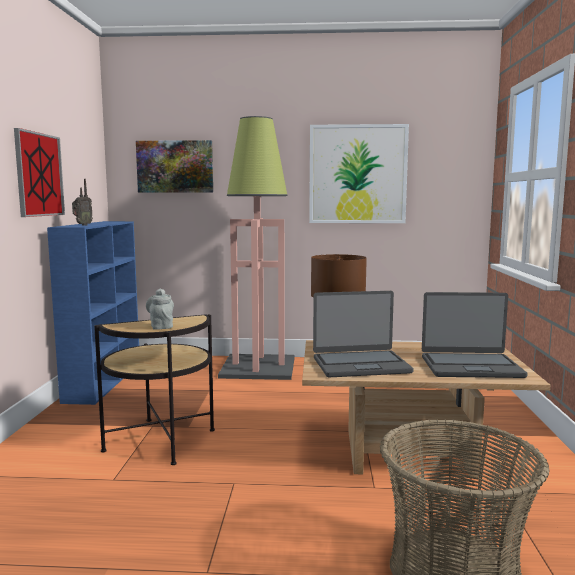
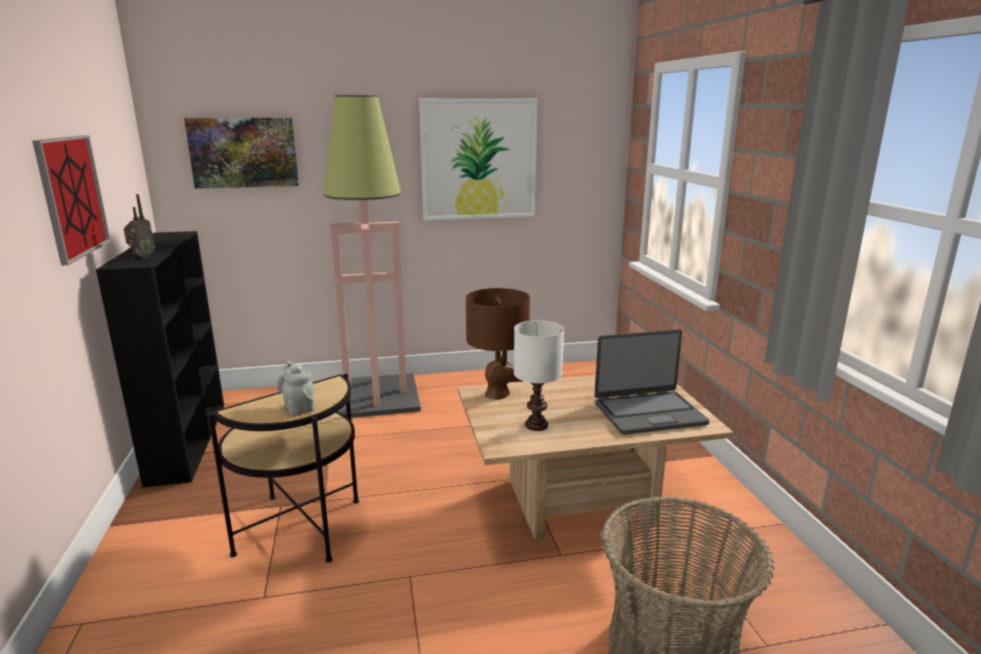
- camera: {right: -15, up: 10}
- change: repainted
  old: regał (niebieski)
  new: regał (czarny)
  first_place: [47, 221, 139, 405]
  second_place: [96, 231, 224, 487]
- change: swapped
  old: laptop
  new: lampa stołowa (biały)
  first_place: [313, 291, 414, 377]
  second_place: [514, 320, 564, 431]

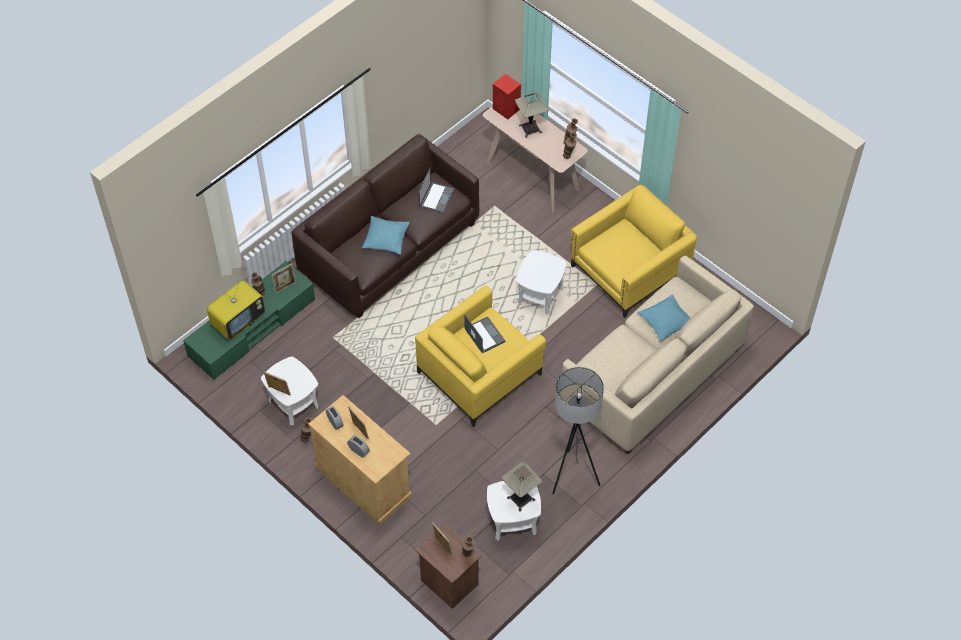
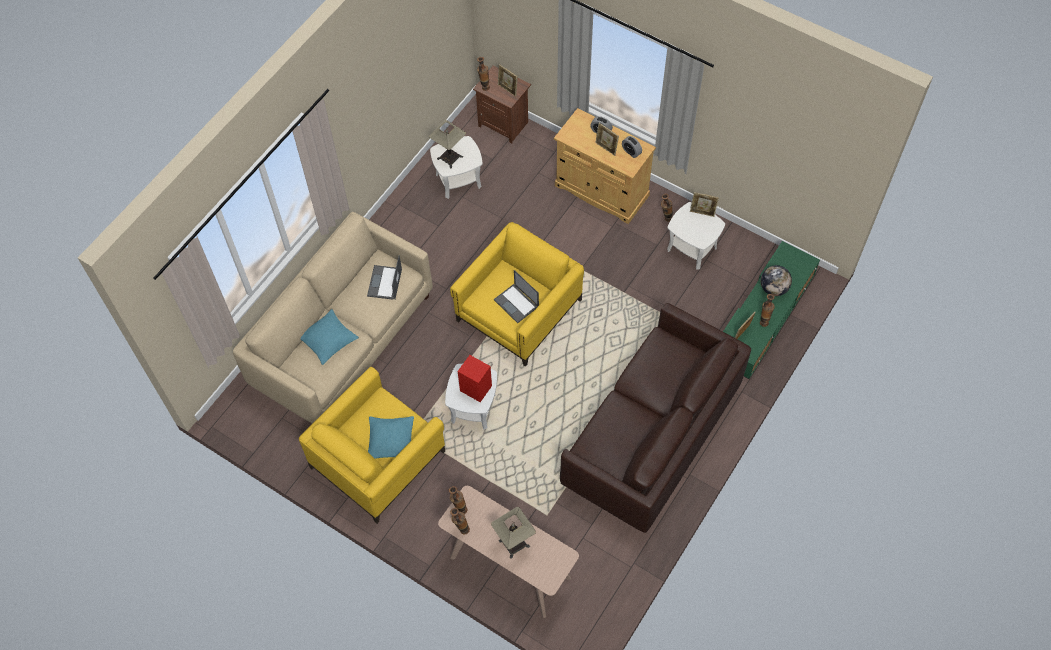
- camera: {right: 170, up: 5}
- change: shifted
  old: laptop
  first_place: [418, 167, 455, 214]
  second_place: [367, 255, 402, 300]
- change: shifted
  old: poduszka (turkusowy)
  first_place: [362, 216, 410, 255]
  second_place: [368, 416, 414, 459]
- change: shifted
  old: głośnik (czerwony)
  first_place: [493, 74, 521, 119]
  second_place: [458, 355, 492, 402]
- change: swapped
  old: telewizor
  new: globus
  first_place: [207, 280, 265, 339]
  second_place: [761, 265, 792, 296]
- change: gone
  old: lampa stojąca (szary)
  first_place: [552, 367, 604, 494]

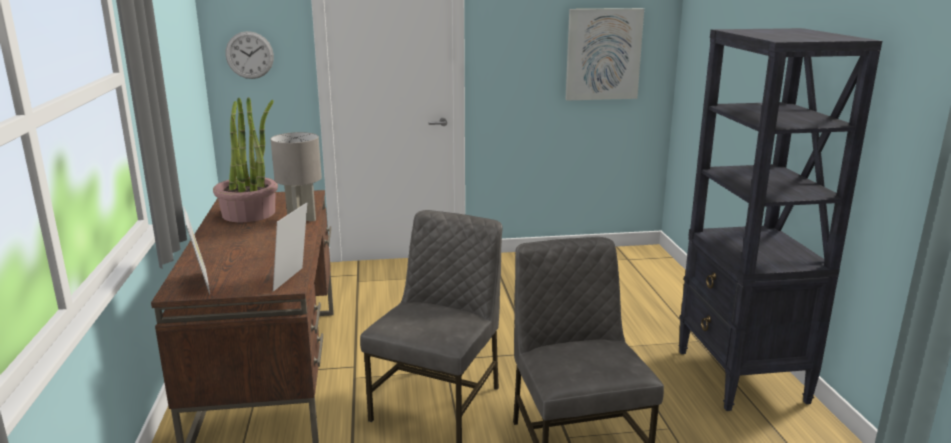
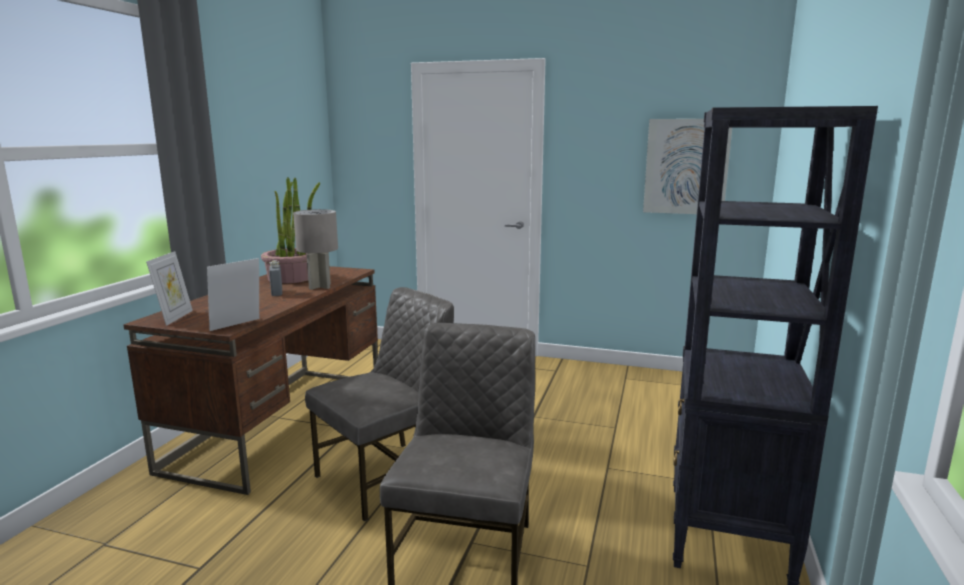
- camera: {right: 25, up: -5}
- change: new
  new: butelka (szary)
  second_place: [269, 260, 282, 296]
- change: gone
  old: zegar ścienny
  first_place: [226, 31, 274, 79]

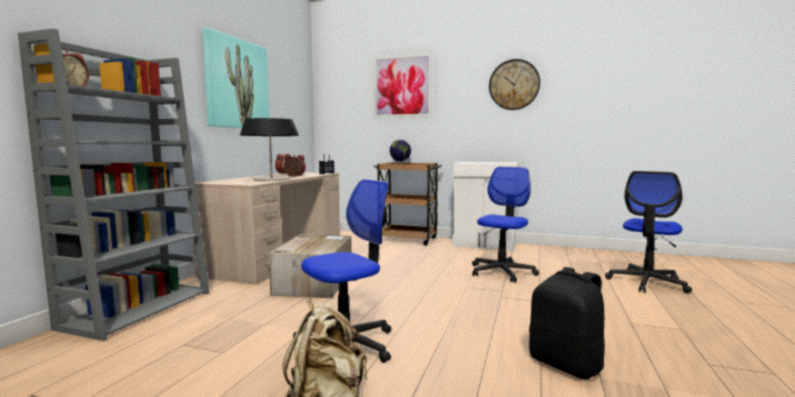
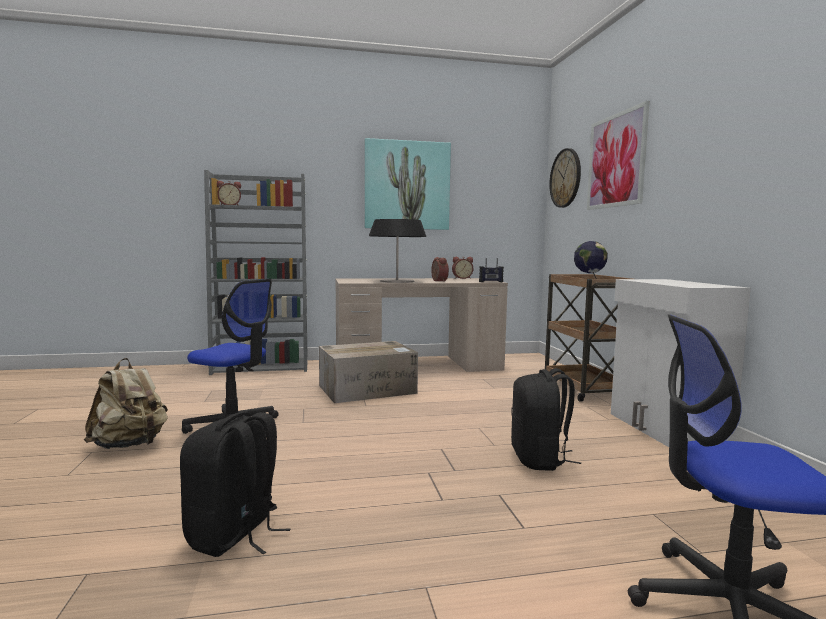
- camera: {right: 60, up: 0}
- change: swapped
  old: krzesło biurowe
  new: plecak (czarny)
  first_place: [472, 167, 539, 283]
  second_place: [511, 368, 581, 471]
- change: shifted
  old: zegar ścienny
  first_place: [489, 59, 540, 110]
  second_place: [549, 148, 581, 208]

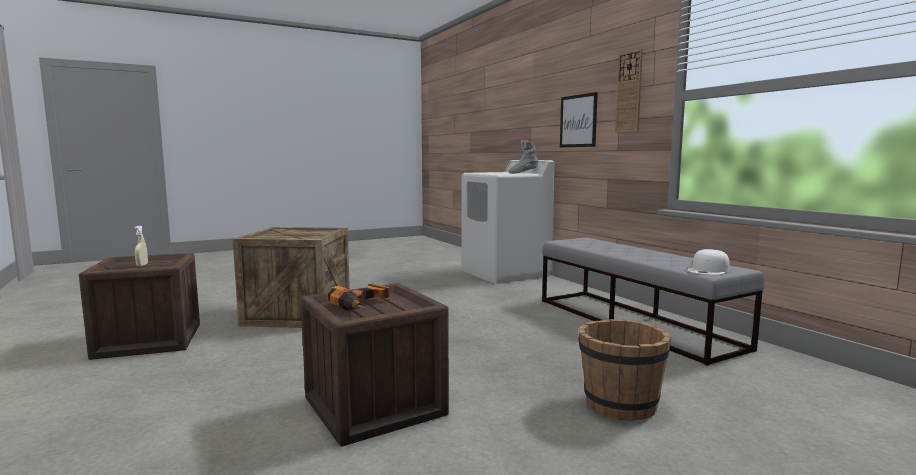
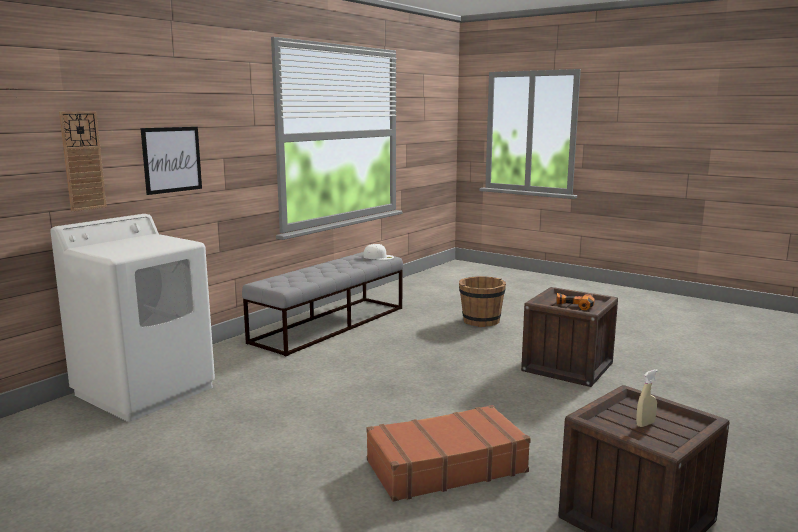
- camera: {right: -115, up: 5}
- change: shifted
  old: zegar ścienny
  first_place: [615, 49, 643, 133]
  second_place: [59, 111, 107, 211]
- change: swapped
  old: skrzynka
  new: walizka (brązowy)
  first_place: [233, 227, 350, 328]
  second_place: [367, 405, 531, 502]
- change: gone
  old: but z cholewką (szary)
  first_place: [509, 140, 538, 174]

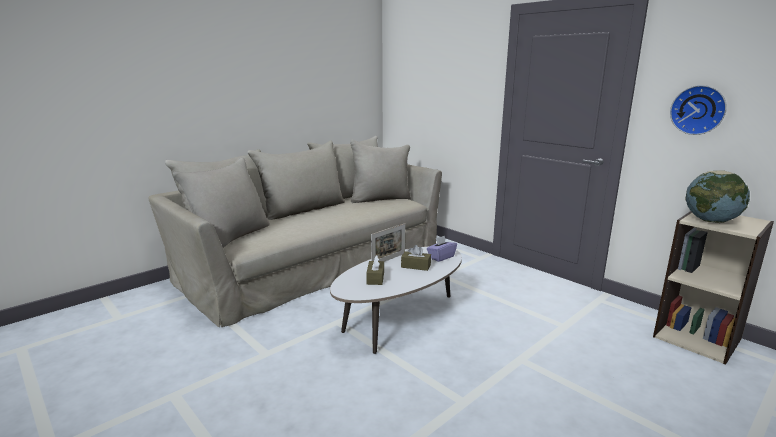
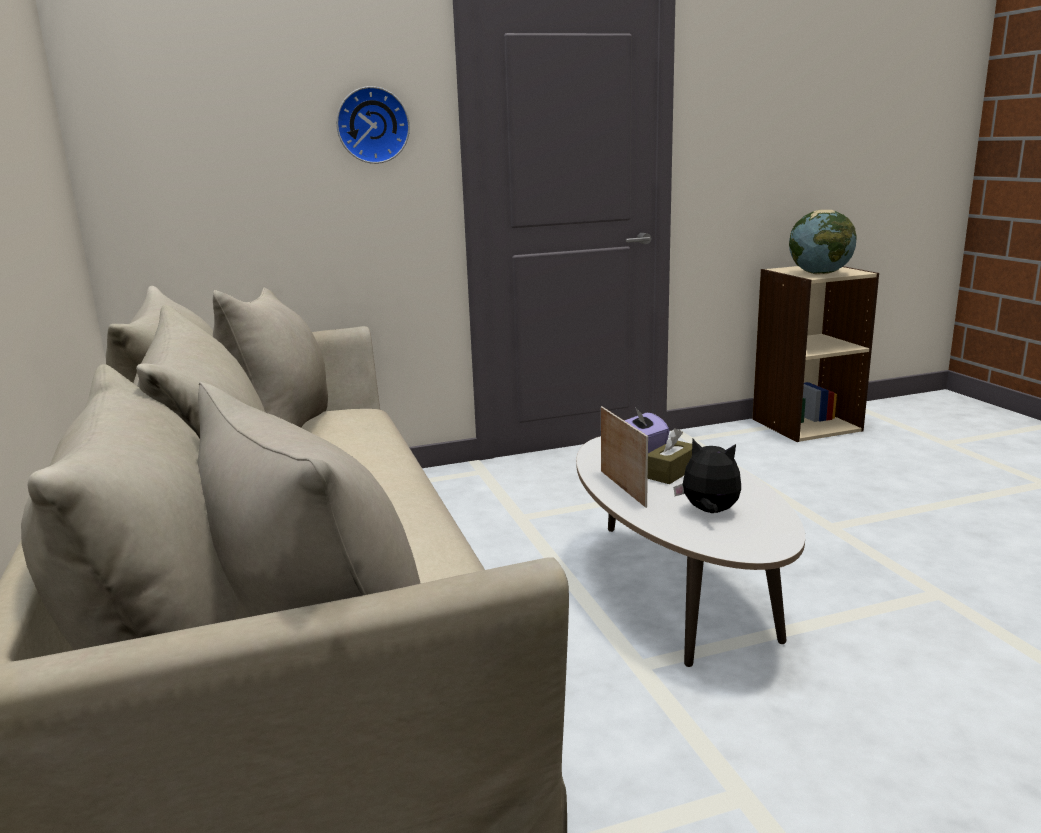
- camera: {right: -65, up: 0}
- change: shifted
  old: zegar ścienny
  first_place: [670, 85, 727, 135]
  second_place: [336, 86, 410, 164]
- change: swapped
  old: pudełko chusteczek (brązowy)
  new: pluszak
  first_place: [366, 255, 384, 285]
  second_place: [674, 439, 741, 513]

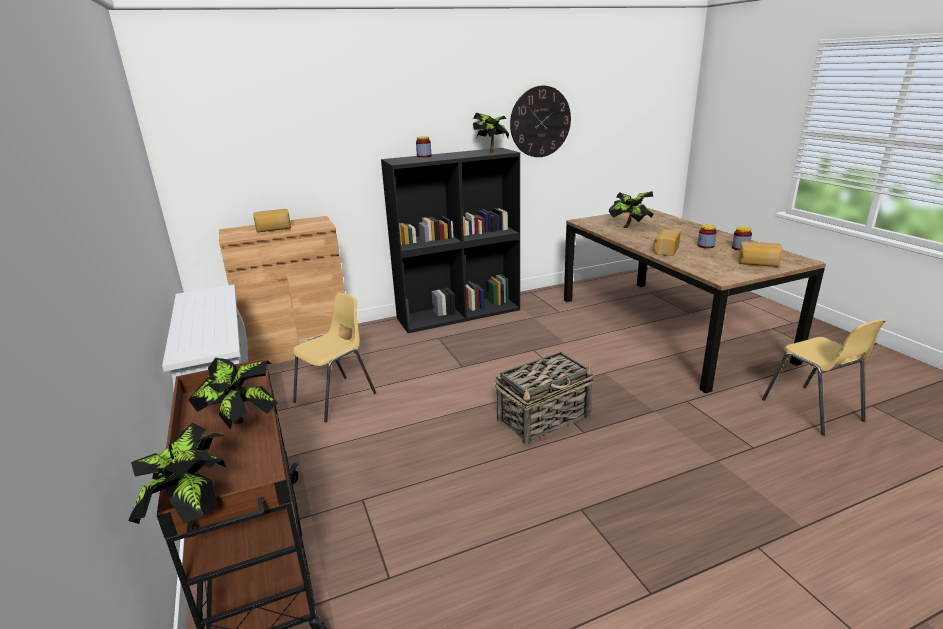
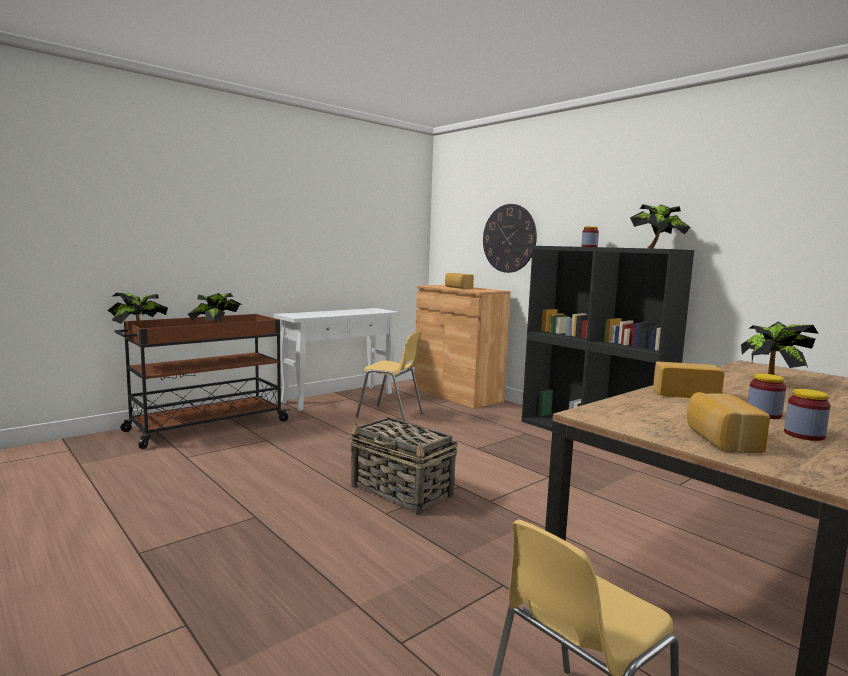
- camera: {right: 70, up: -15}
- change: shifted
  old: zegar ścienny
  first_place: [510, 85, 571, 157]
  second_place: [483, 204, 537, 273]

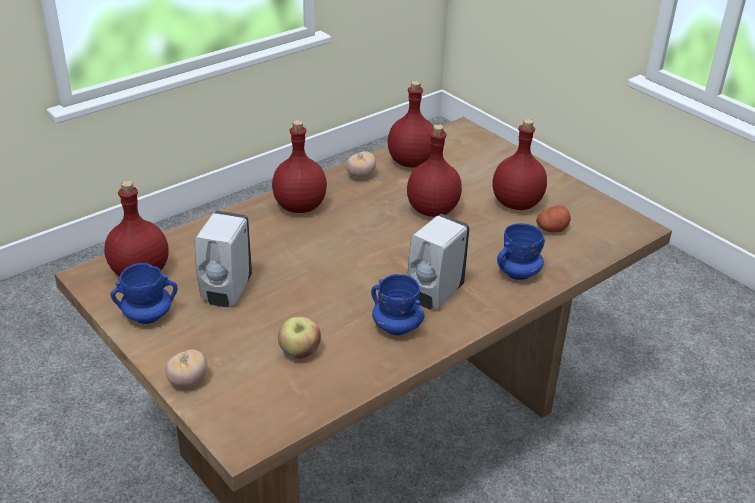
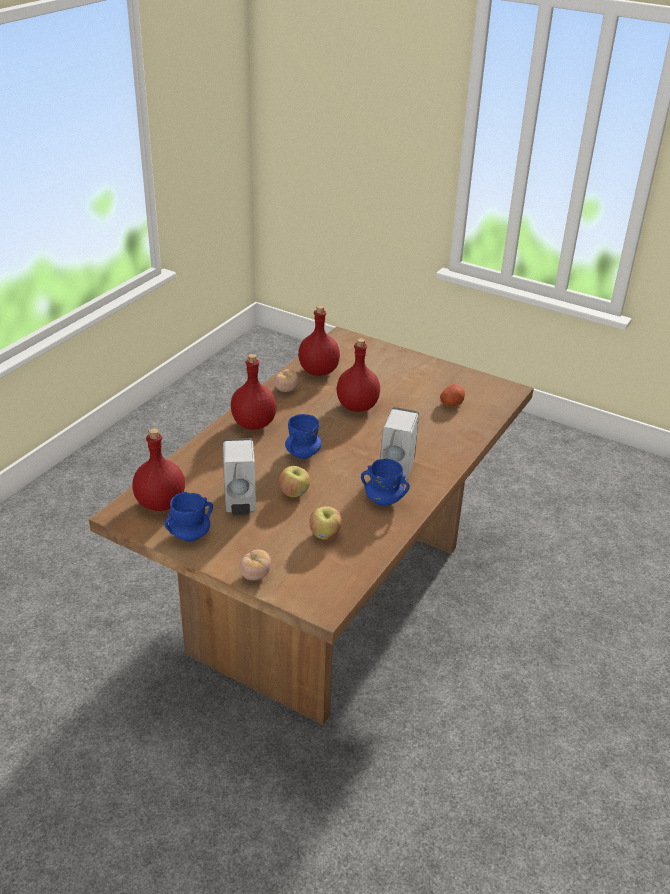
- camera: {right: -20, up: 0}
- change: new
  new: jabłko
  second_place: [279, 466, 310, 497]
- change: shifted
  old: kubek (niebieski)
  first_place: [497, 223, 545, 280]
  second_place: [285, 414, 322, 459]
- change: gone
  old: butelka (czerwony)
  first_place: [493, 119, 547, 210]

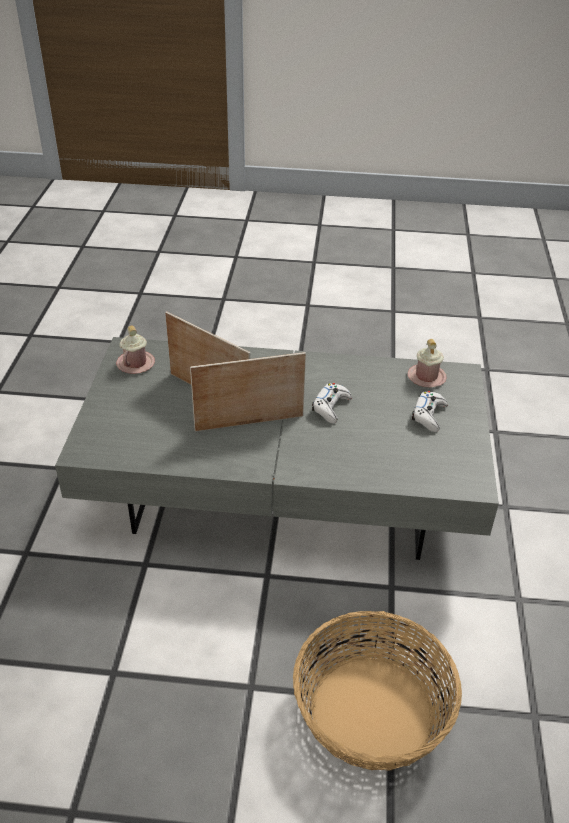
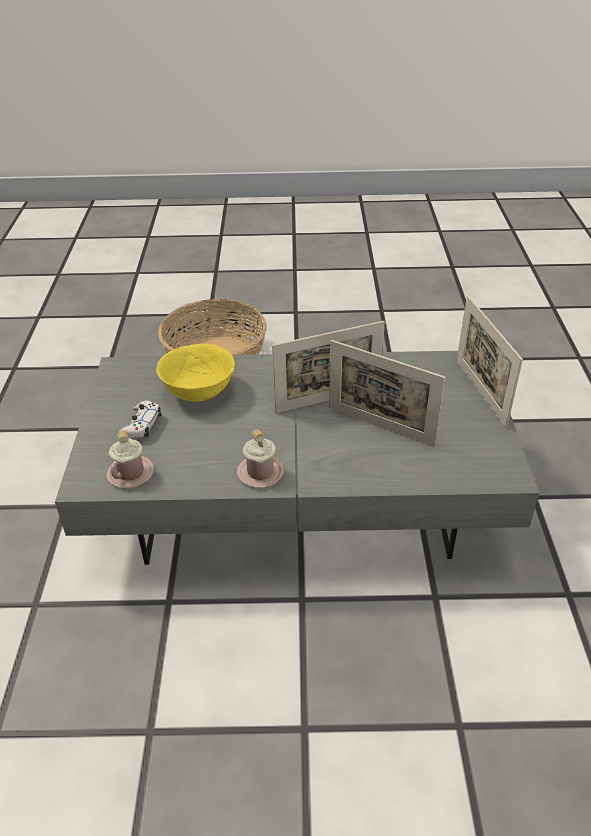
- camera: {right: 175, up: 0}
- change: new
  new: miska (żółty)
  second_place: [156, 343, 235, 402]
- change: shifted
  old: kubek (różowy)
  first_place: [116, 325, 155, 374]
  second_place: [237, 429, 284, 487]
- change: new
  new: ramka na zdjęcie
  second_place: [457, 296, 523, 428]
- change: gone
  old: pad do gier (biały)
  first_place: [312, 383, 352, 424]

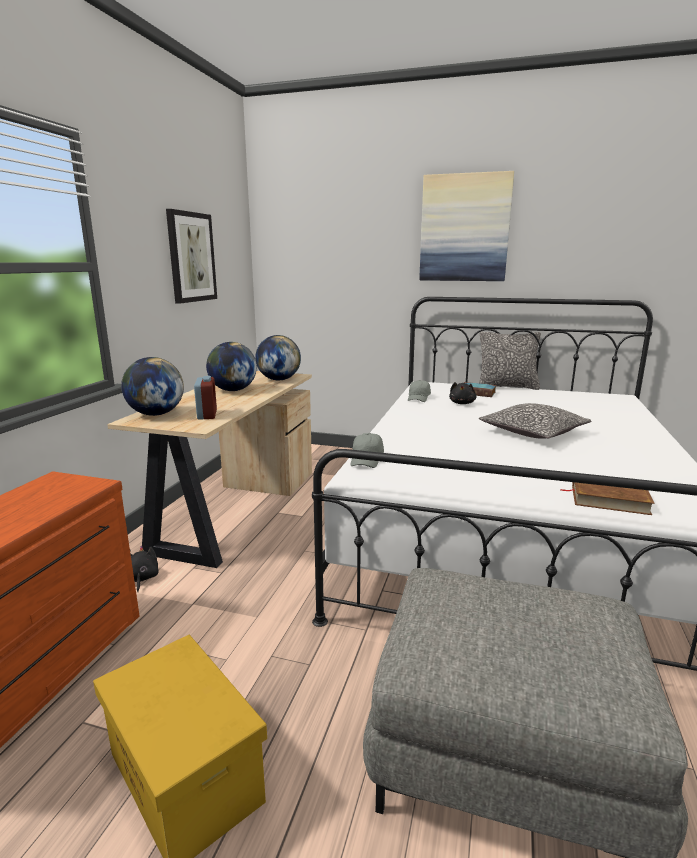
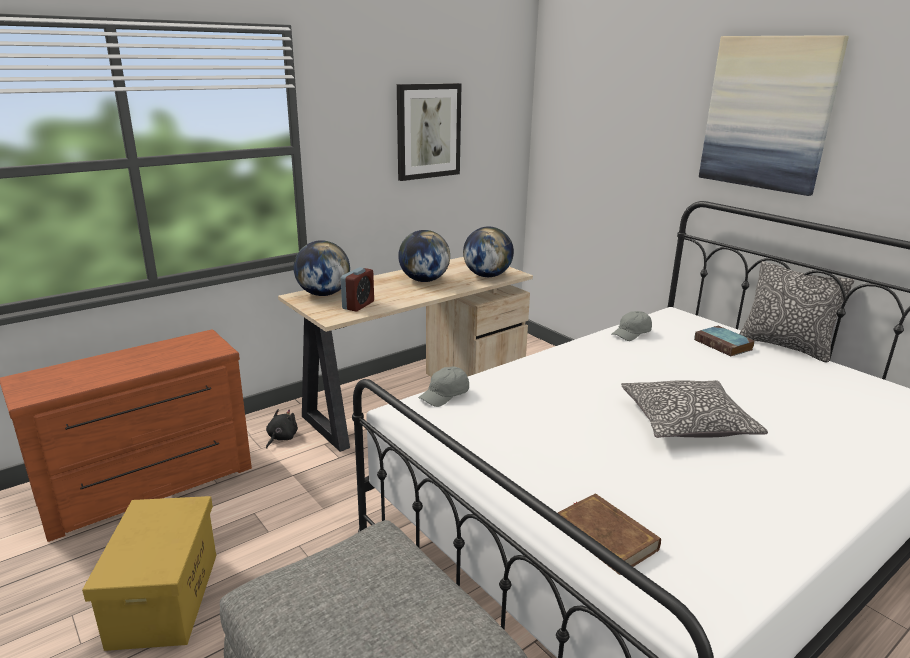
- camera: {right: 35, up: 5}
- change: gone
  old: pluszak (czarny)
  first_place: [449, 382, 477, 404]

